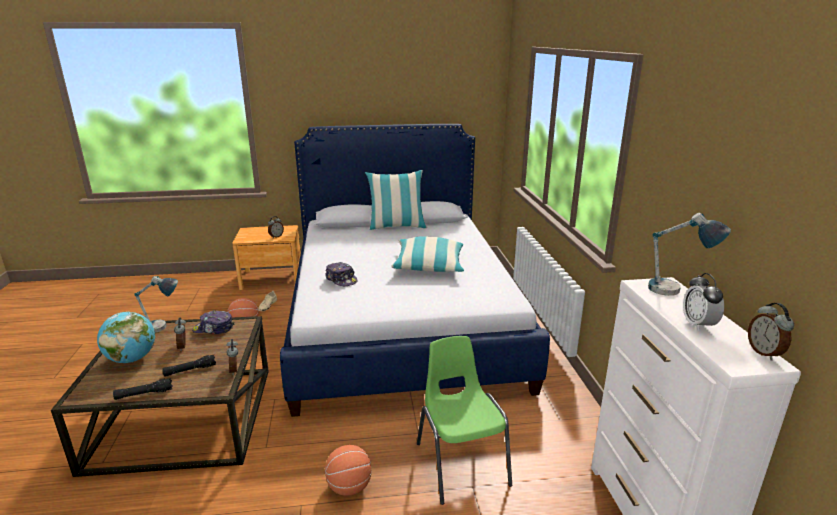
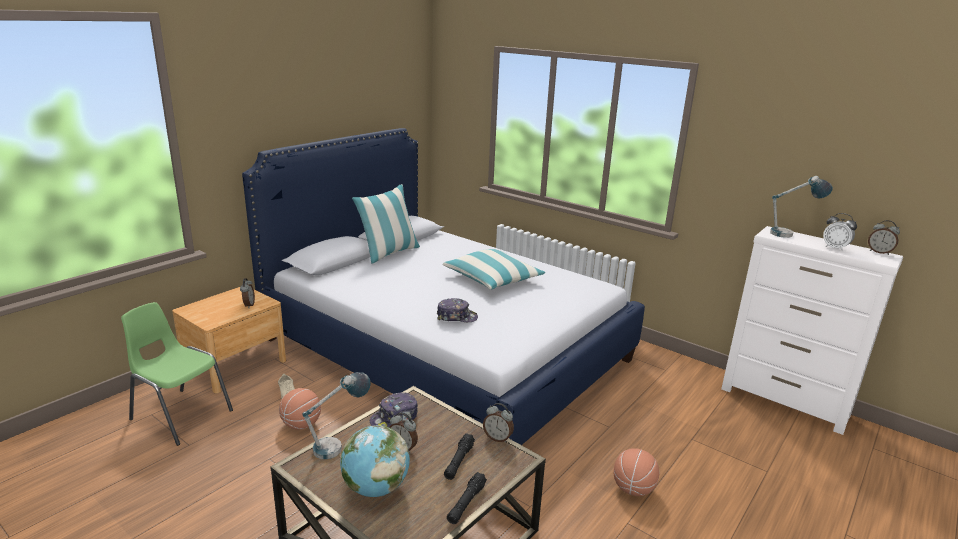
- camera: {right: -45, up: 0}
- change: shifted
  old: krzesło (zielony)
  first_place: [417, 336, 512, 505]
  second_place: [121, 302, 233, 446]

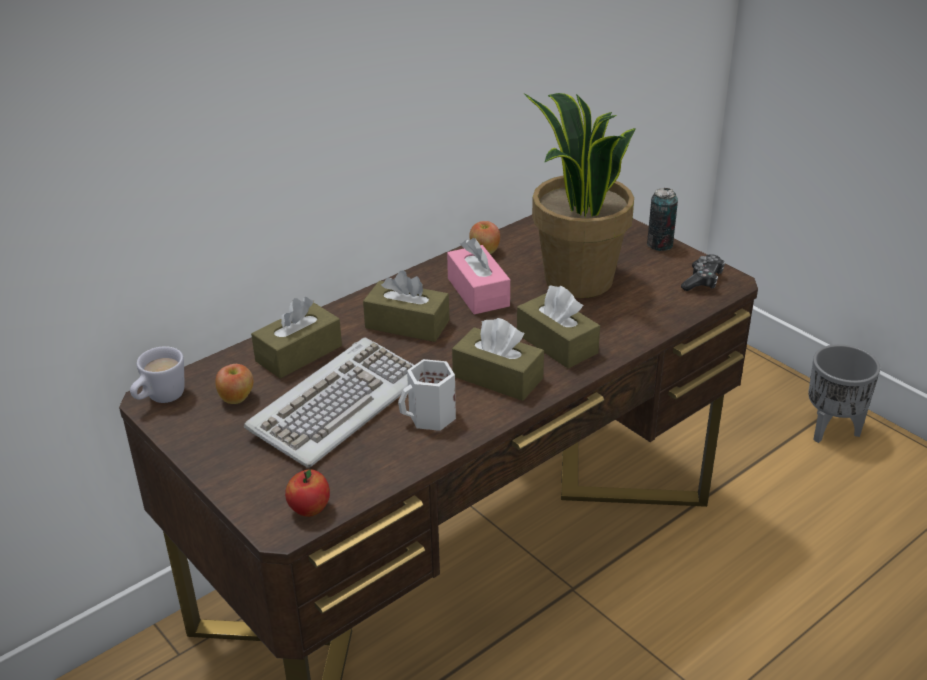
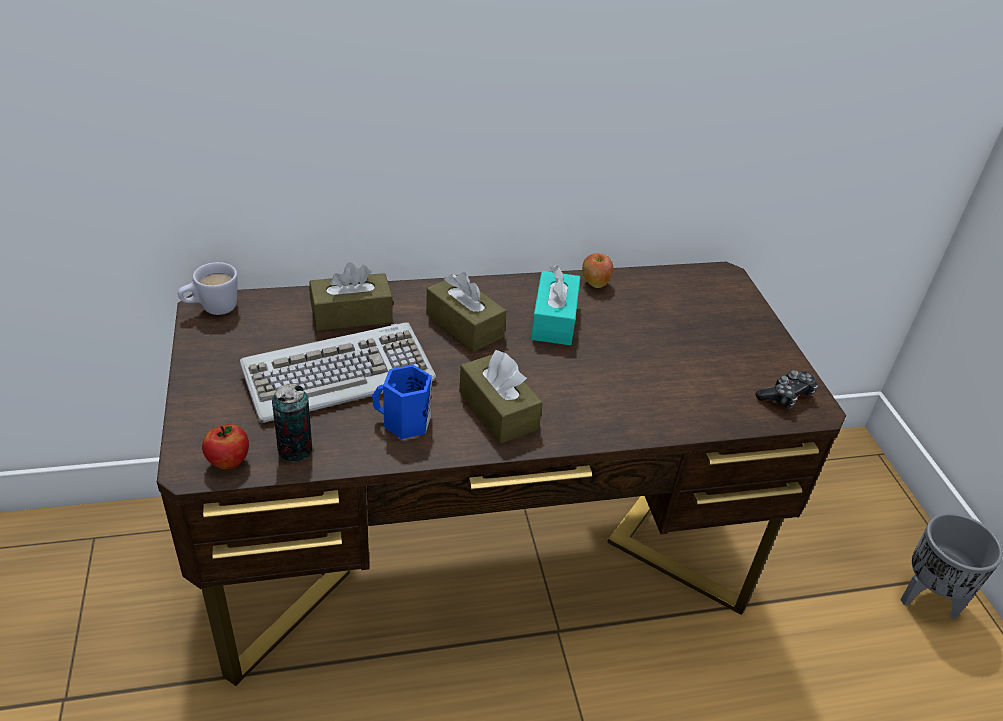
- camera: {right: 25, up: 5}
- change: shifted
  old: puszka
  first_place: [647, 188, 678, 251]
  second_place: [272, 384, 312, 462]
- change: repainted
  old: kubek (biały)
  new: kubek (niebieski)
  first_place: [398, 359, 456, 431]
  second_place: [372, 365, 432, 439]
- change: repainted
  old: pudełko chusteczek (różowy)
  new: pudełko chusteczek (turkusowy)
  first_place: [447, 238, 510, 315]
  second_place: [531, 265, 580, 345]
- change: gone
  old: jabłko
  first_place: [215, 364, 253, 404]
- change: gone
  old: pudełko chusteczek (brązowy)
  first_place: [517, 286, 600, 369]
- change: gone
  old: roślina doniczkowa
  first_place: [524, 93, 636, 298]

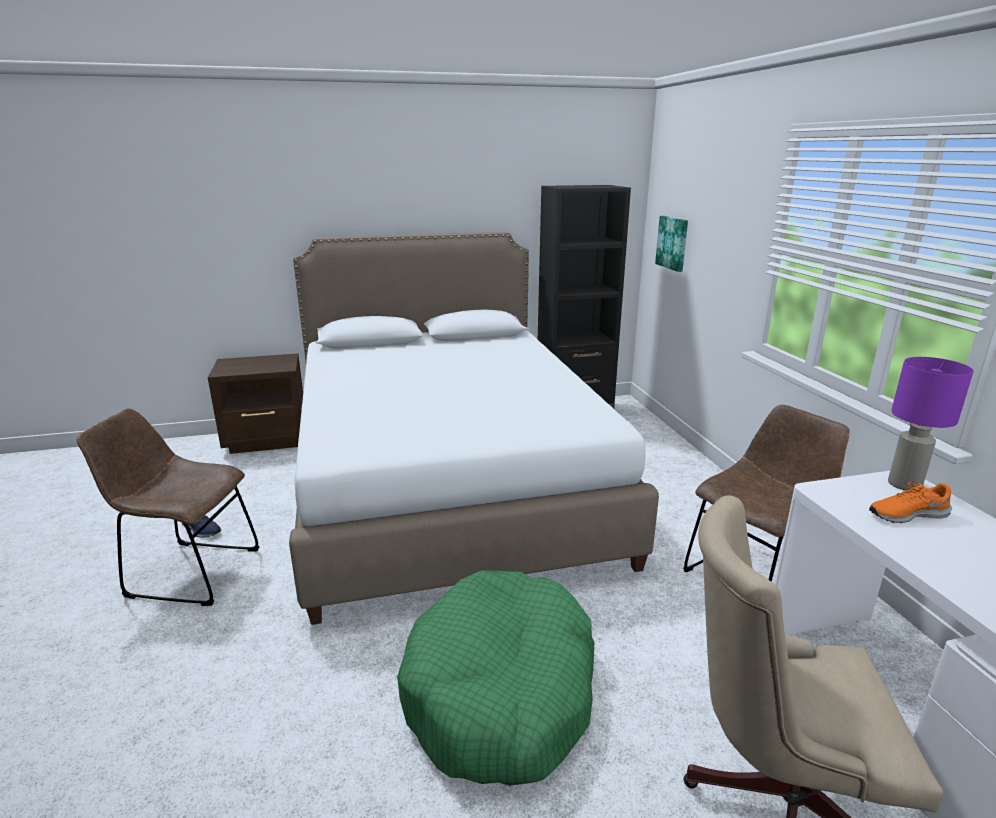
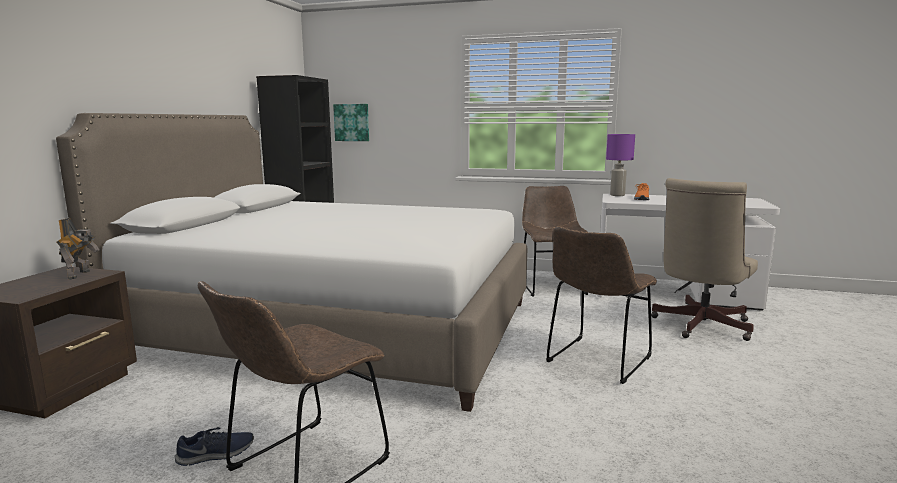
- camera: {right: -60, up: -10}
- change: new
  new: robot zabawkowy
  second_place: [57, 218, 99, 280]
- change: swapped
  old: legowisko (zielony)
  new: krzesło (brązowy)
  first_place: [397, 570, 594, 786]
  second_place: [546, 226, 657, 384]

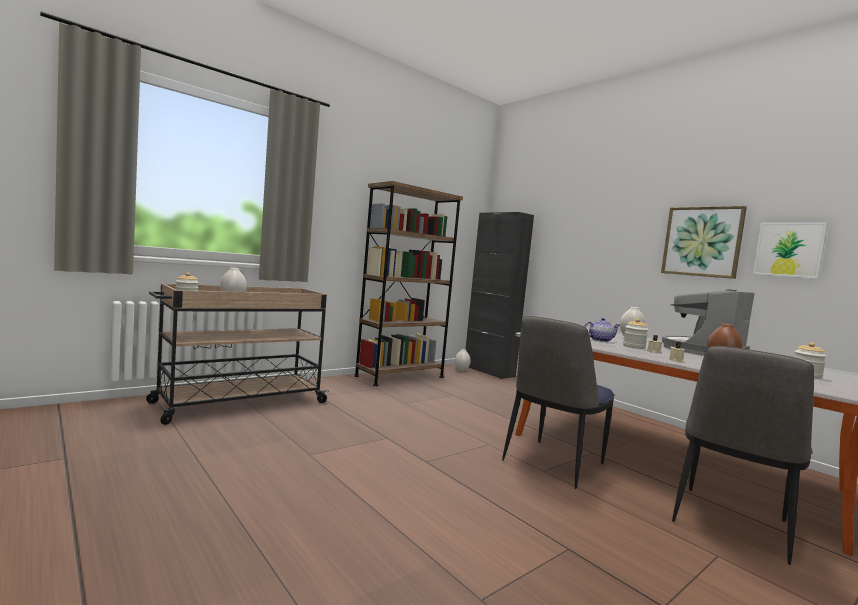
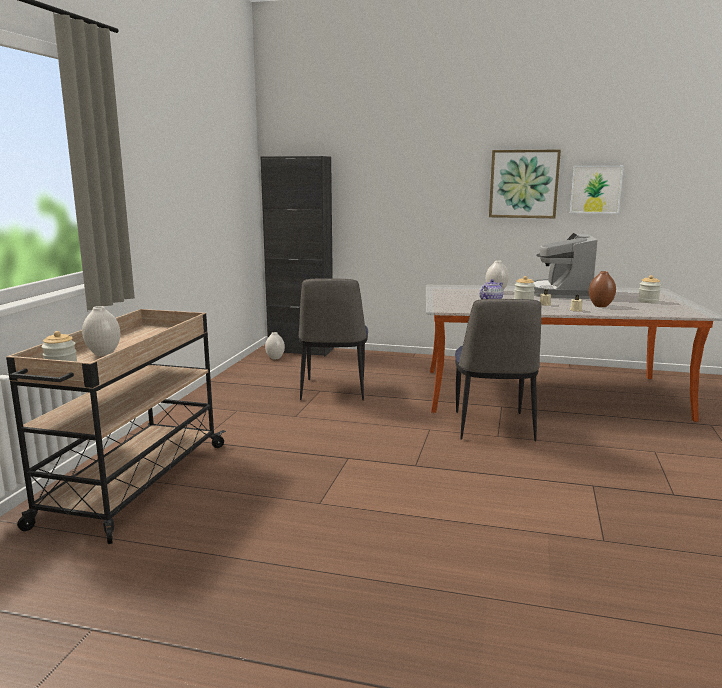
- camera: {right: -35, up: 10}
- change: shifted
  old: krzesło
  first_place: [672, 346, 814, 565]
  second_place: [299, 278, 368, 401]
- change: gone
  old: regał (brązowy)
  first_place: [354, 181, 463, 386]

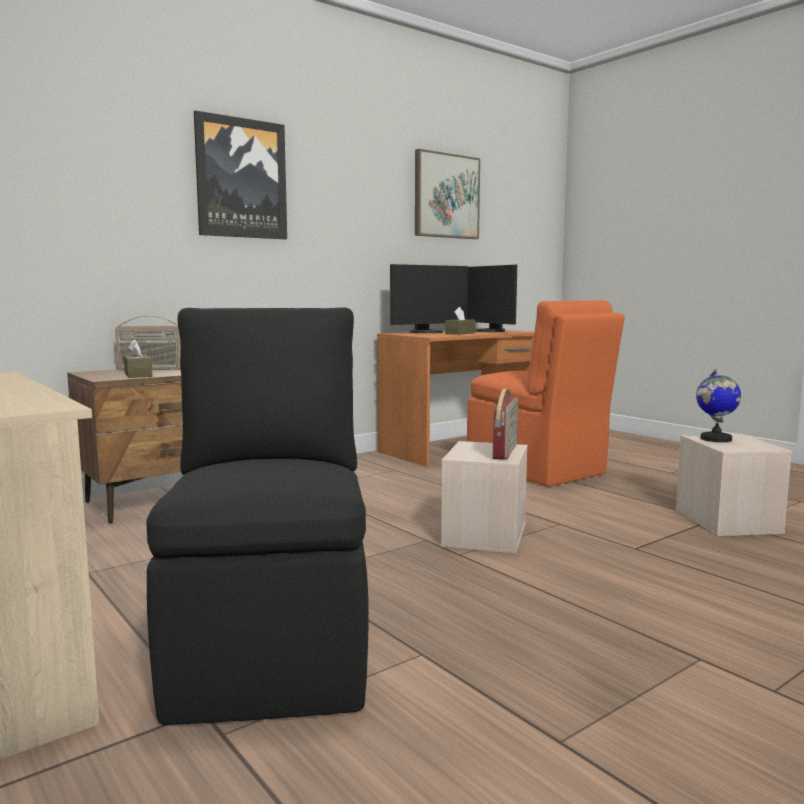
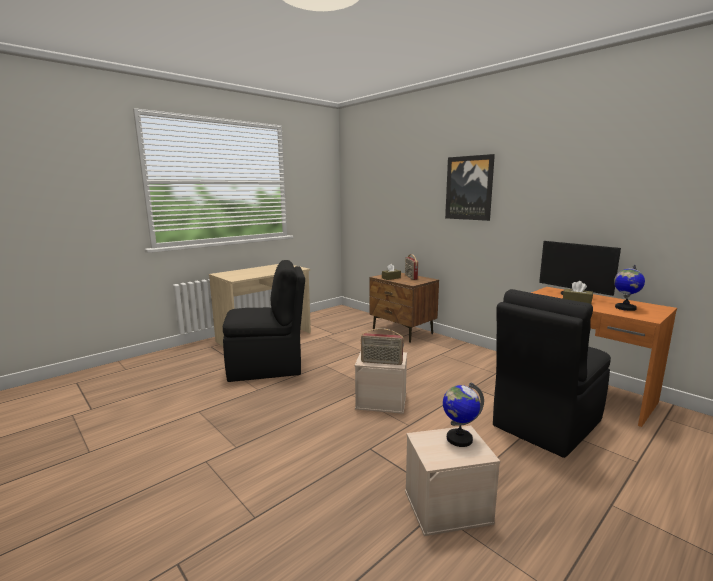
- camera: {right: 85, up: 5}
- change: repainted
  old: krzesło (pomarańczowy)
  new: krzesło (czarny)
  first_place: [467, 300, 625, 487]
  second_place: [493, 289, 611, 458]
- change: swapped
  old: monitor
  new: globus
  first_place: [467, 265, 517, 332]
  second_place: [614, 265, 645, 311]
- change: gone
  old: obraz
  first_place: [415, 149, 480, 239]

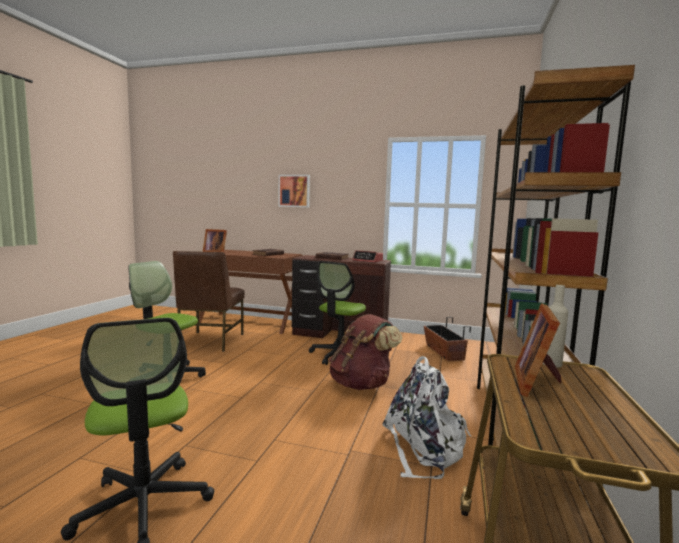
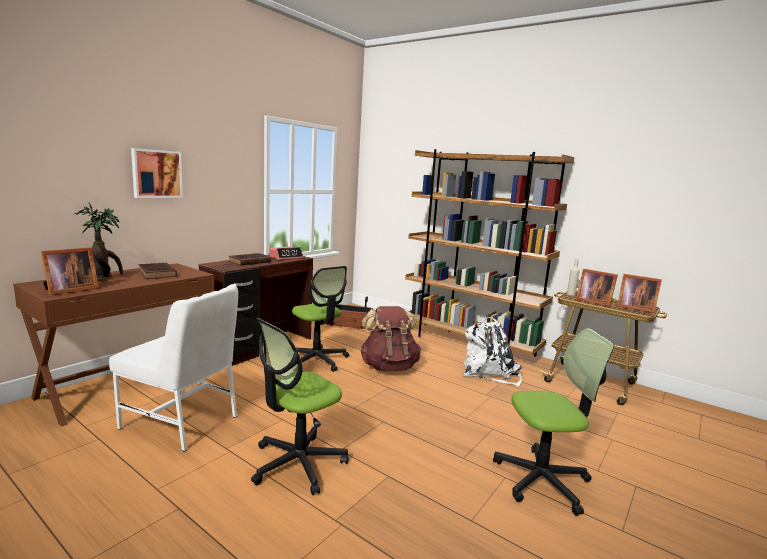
- camera: {right: -70, up: 5}
- change: new
  new: roślina doniczkowa
  second_place: [75, 202, 123, 280]
- change: repainted
  old: krzesło (brązowy)
  new: krzesło (biały)
  first_place: [173, 251, 245, 351]
  second_place: [109, 284, 238, 452]
- change: new
  new: ramka na zdjęcie
  second_place: [617, 274, 662, 313]

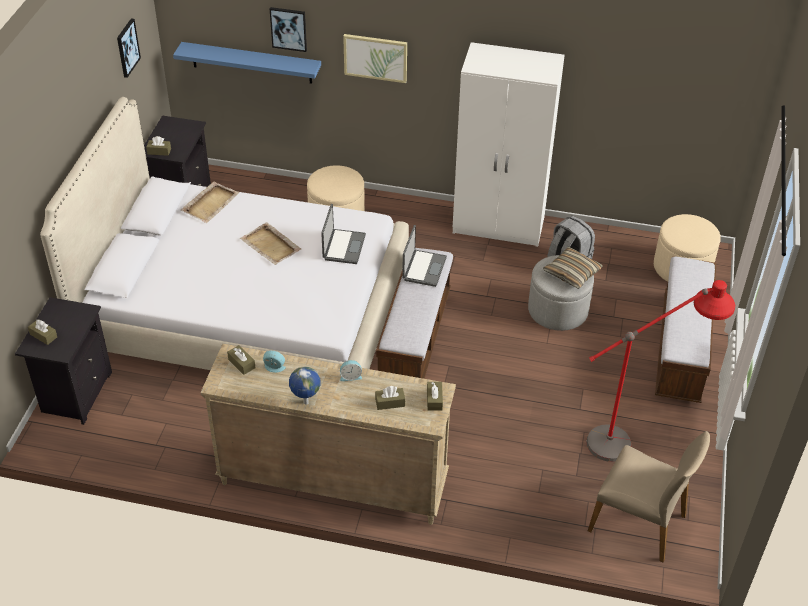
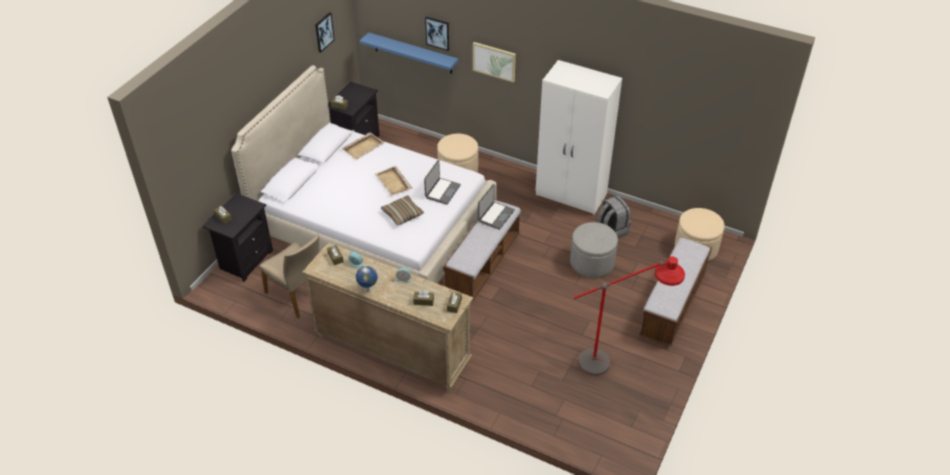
- camera: {right: 15, up: 0}
- change: shifted
  old: krzesło (beżowy)
  first_place: [588, 431, 710, 562]
  second_place: [260, 234, 320, 318]
- change: shifted
  old: poduszka
  first_place: [543, 247, 603, 289]
  second_place: [381, 195, 424, 226]

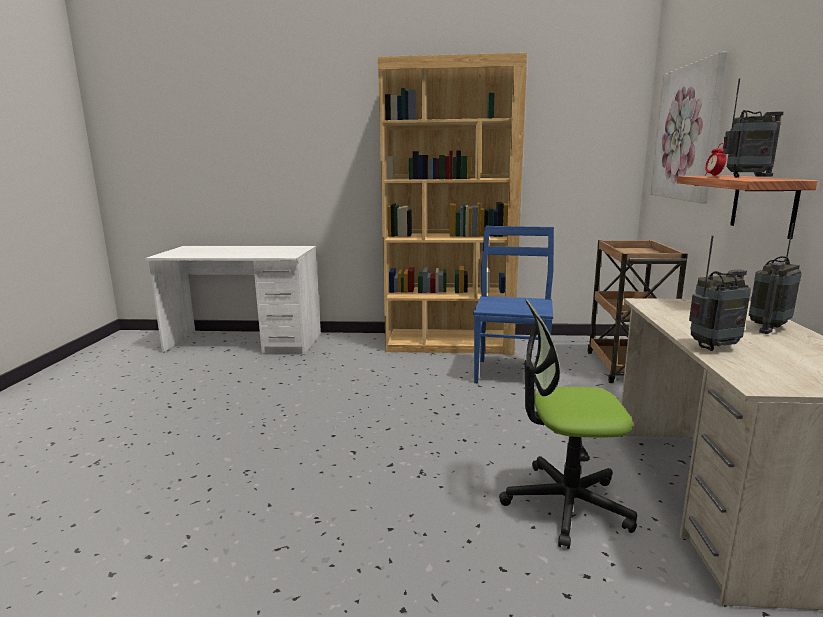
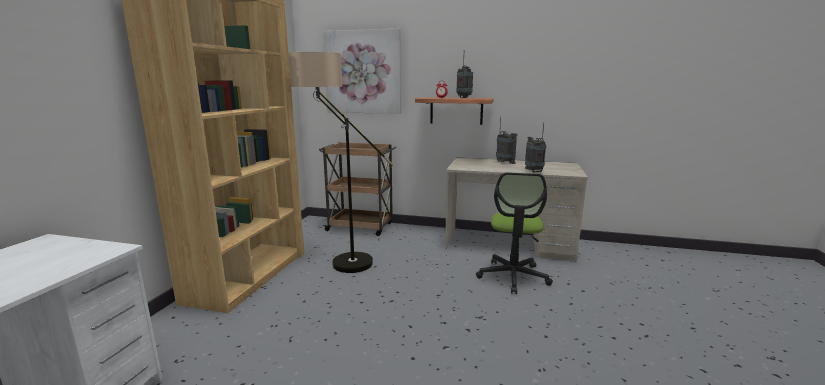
- camera: {right: -80, up: 0}
- change: swapped
  old: krzesło (niebieski)
  new: lampa stojąca
  first_place: [473, 226, 554, 383]
  second_place: [288, 52, 393, 273]

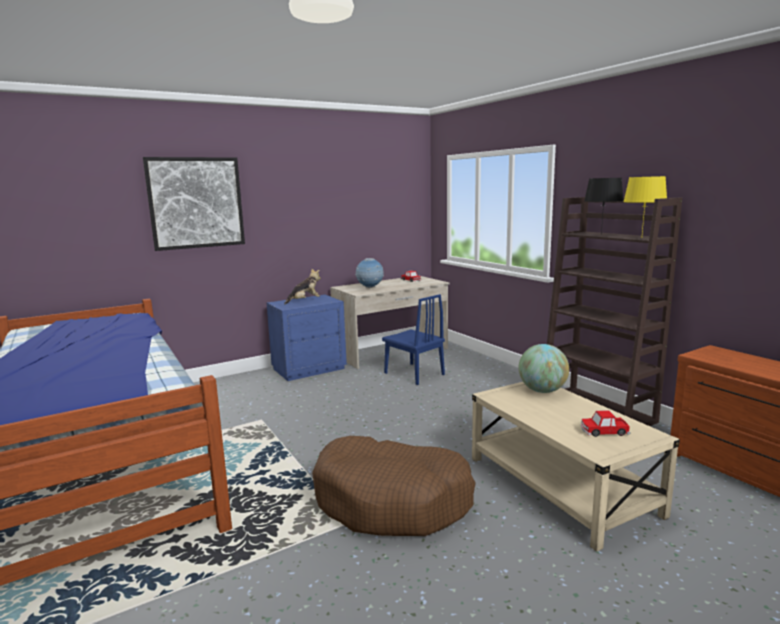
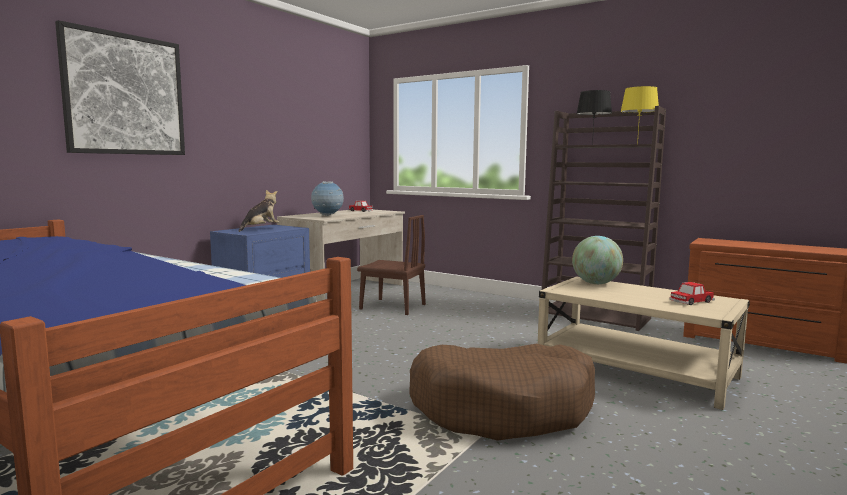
- camera: {right: -25, up: -5}
- change: repainted
  old: krzesło (niebieski)
  new: krzesło (brązowy)
  first_place: [382, 294, 445, 385]
  second_place: [357, 215, 426, 315]

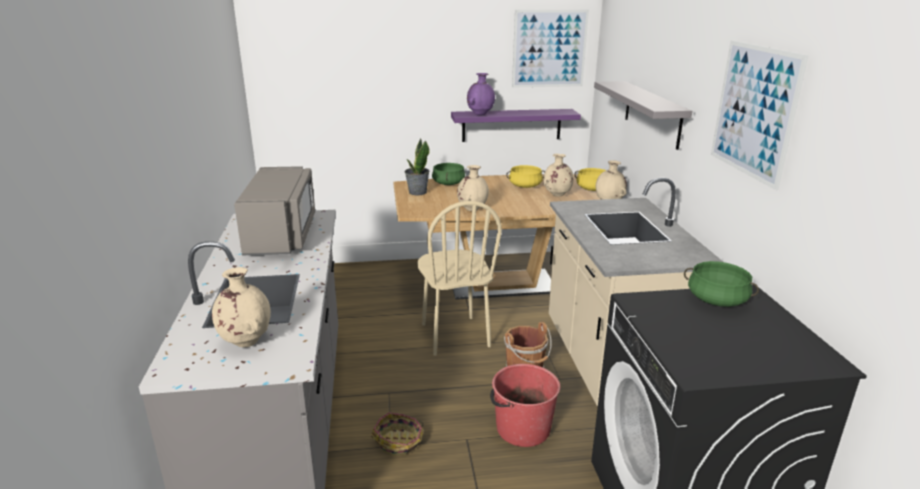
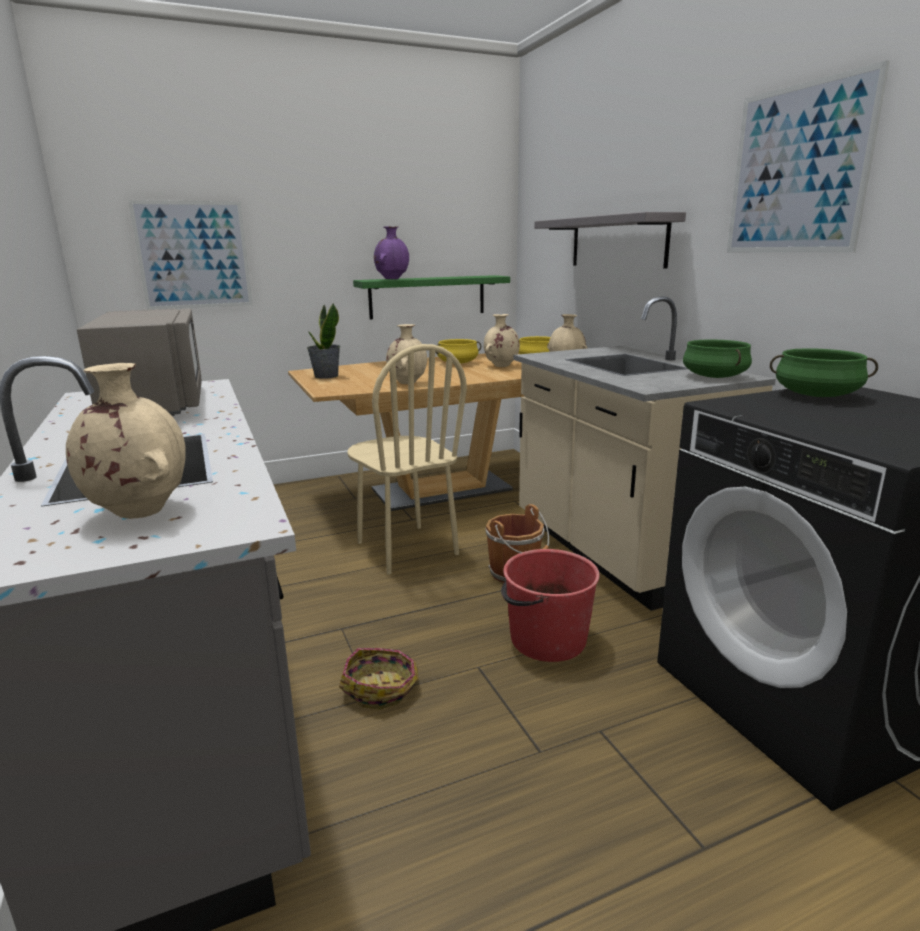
- camera: {right: -15, up: -5}
- change: shifted
  old: obraz
  first_place: [512, 10, 589, 88]
  second_place: [128, 200, 253, 310]
- change: repainted
  old: półka (fioletowy)
  new: półka (zielony)
  first_place: [451, 109, 581, 142]
  second_place: [353, 275, 510, 319]
- change: shifted
  old: garnek (zielony)
  first_place: [432, 163, 465, 185]
  second_place: [683, 340, 752, 378]

